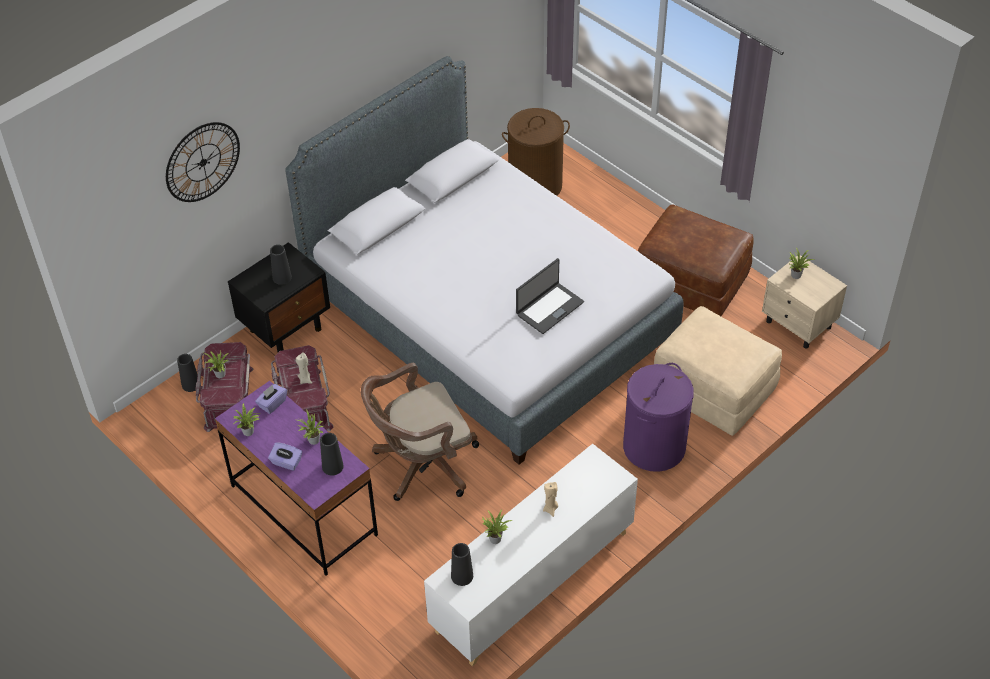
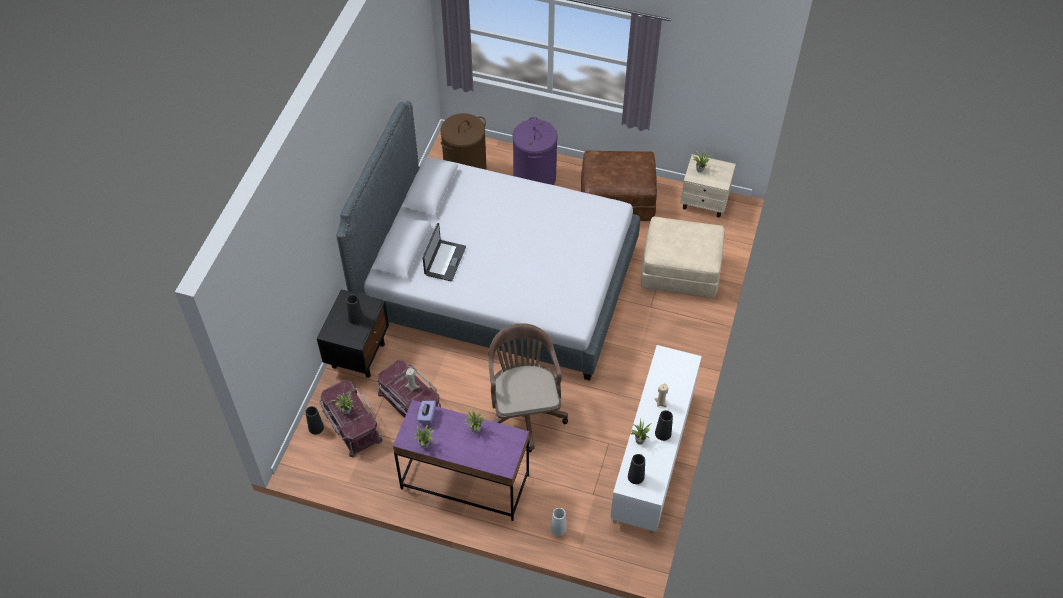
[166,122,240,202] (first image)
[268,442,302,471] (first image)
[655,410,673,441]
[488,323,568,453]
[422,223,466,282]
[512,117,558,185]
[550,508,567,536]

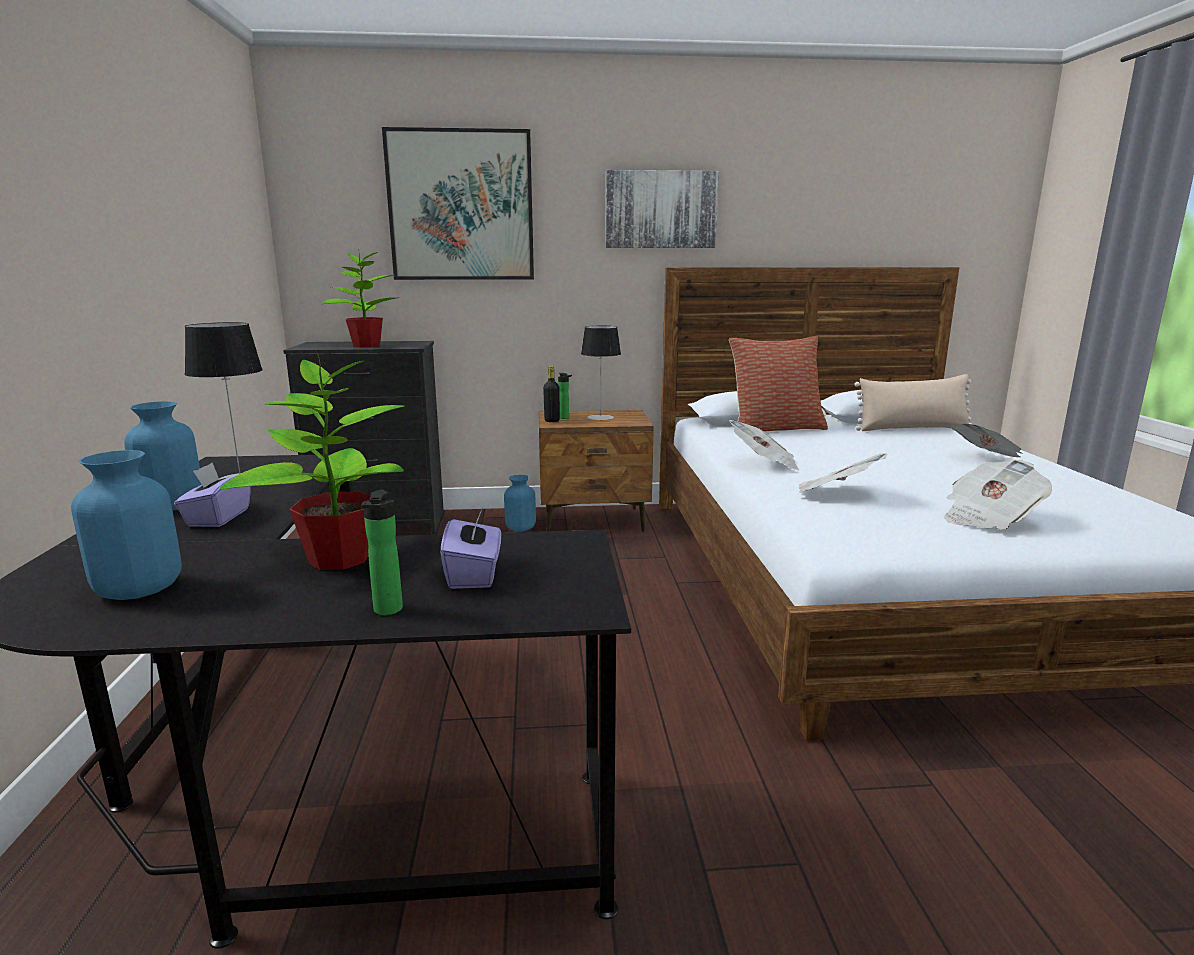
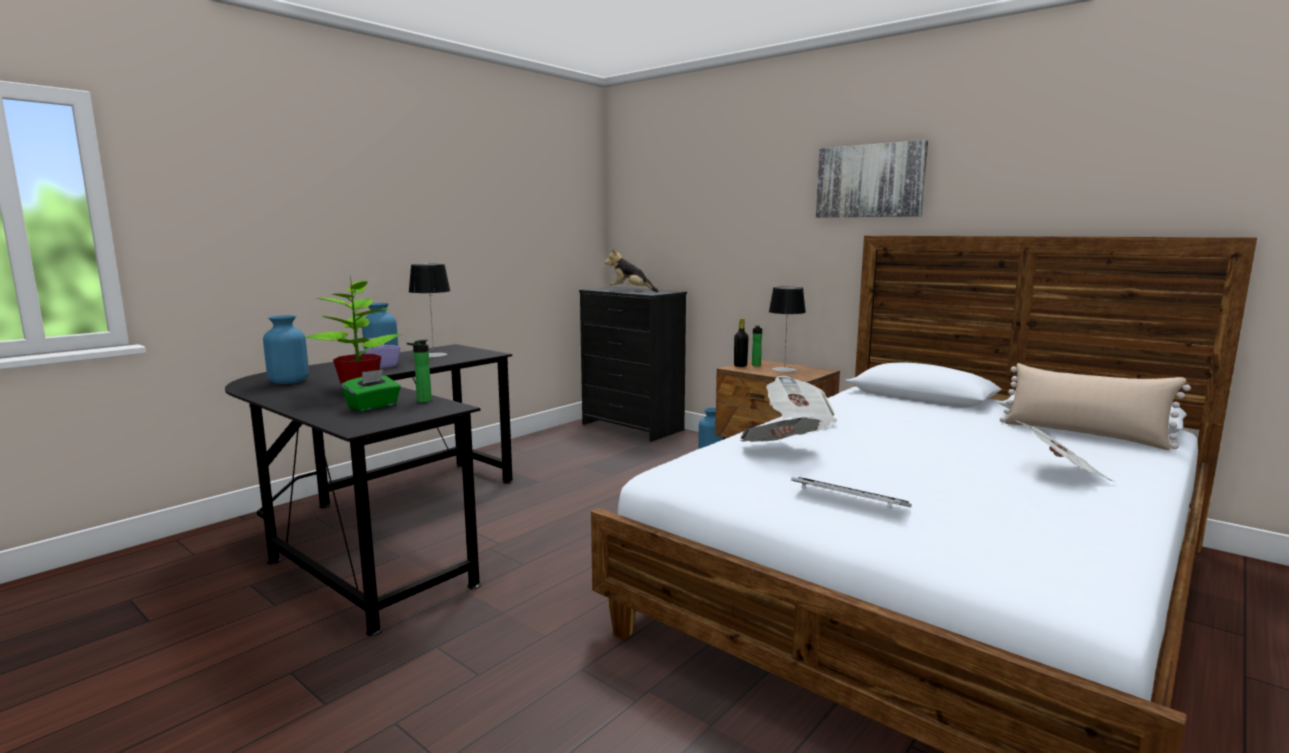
[605,249,659,292]
[407,340,432,403]
[382,127,534,280] (first image)
[341,369,401,411]
[729,336,828,431] (first image)
[791,477,911,508]

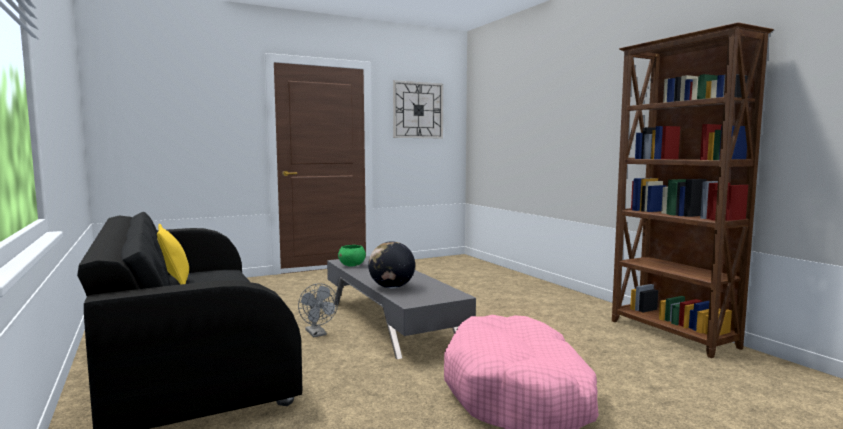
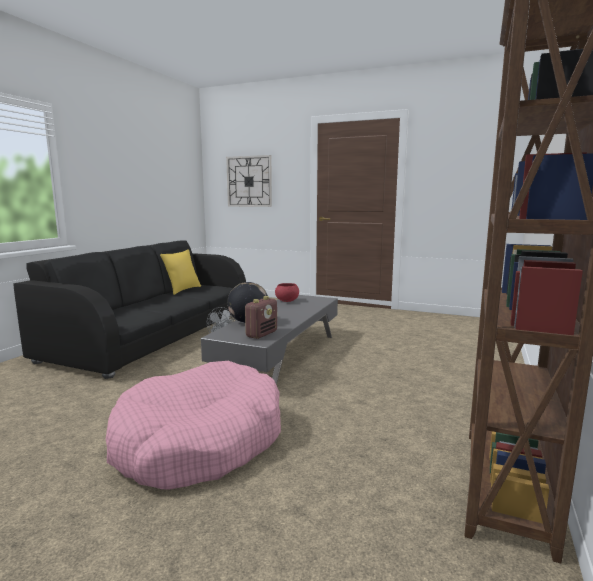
[275,283,299,302]
[226,155,272,207]
[245,296,277,339]

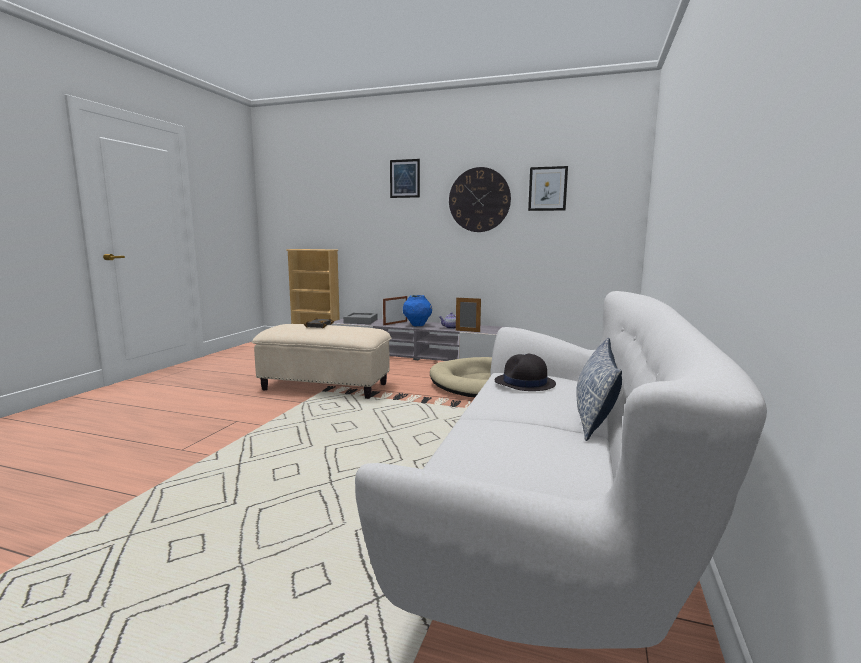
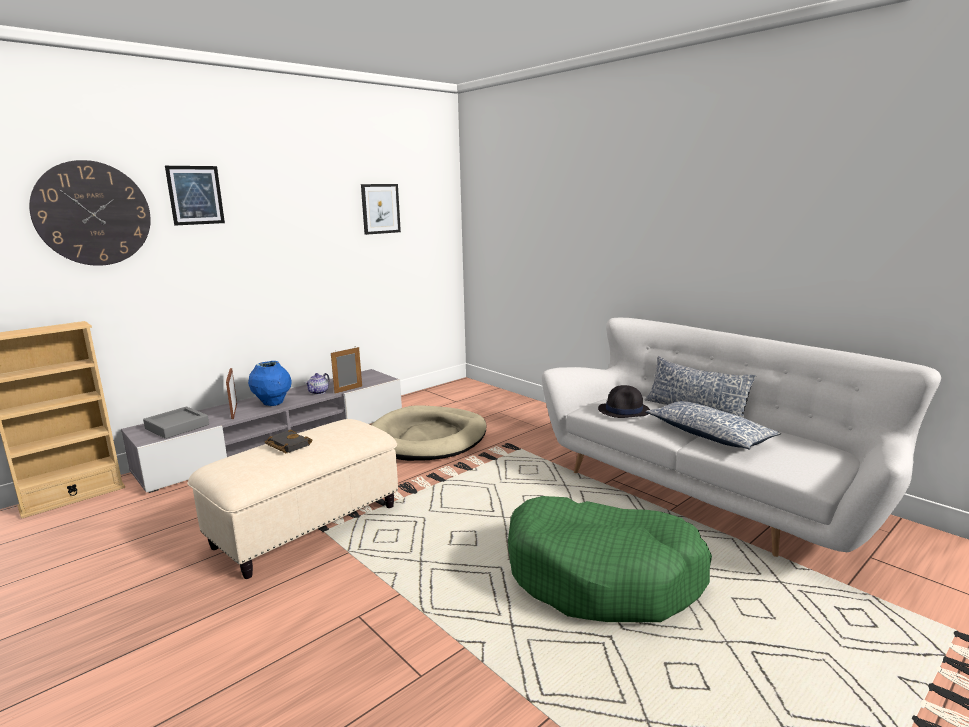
[29,160,151,266]
[508,496,712,622]
[645,401,781,450]

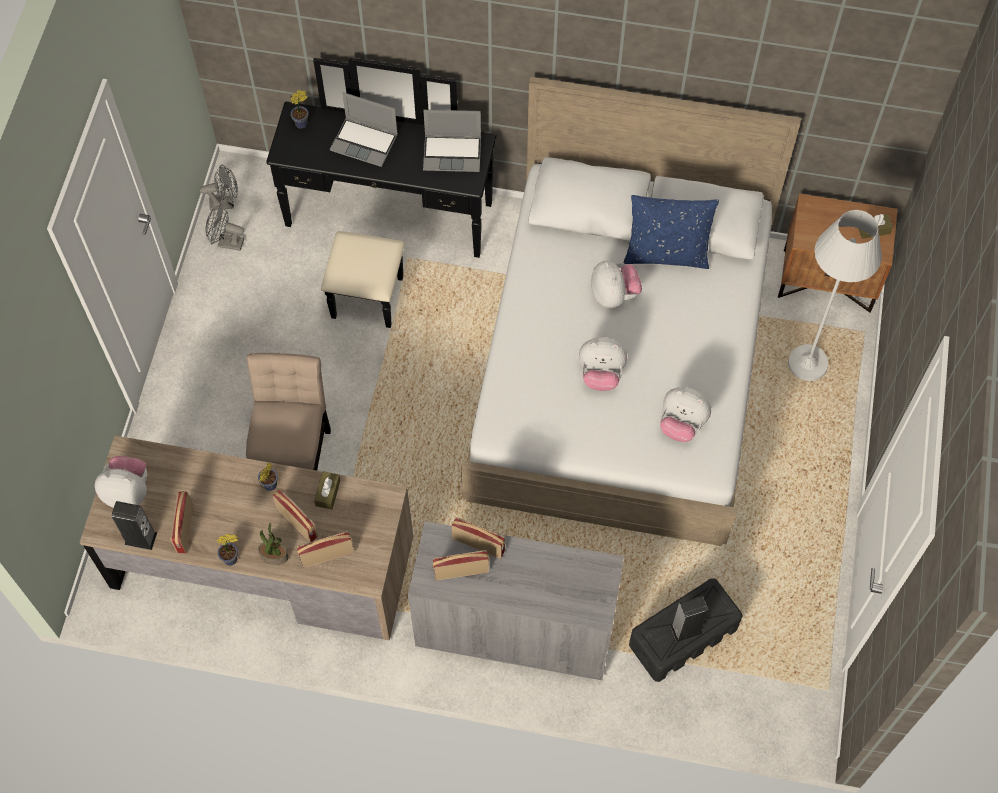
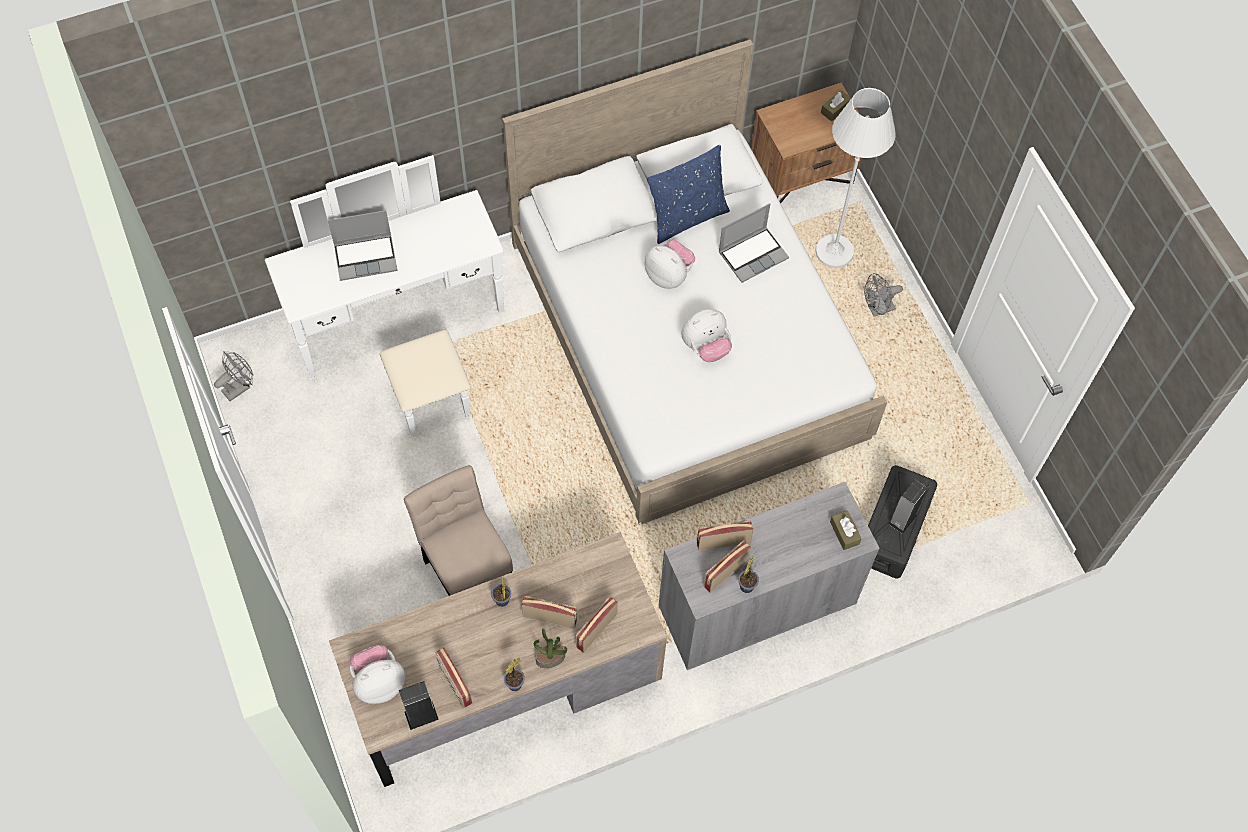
[864,273,903,317]
[265,155,504,436]
[738,557,759,593]
[830,510,861,550]
[718,203,789,283]
[660,387,711,442] (first image)

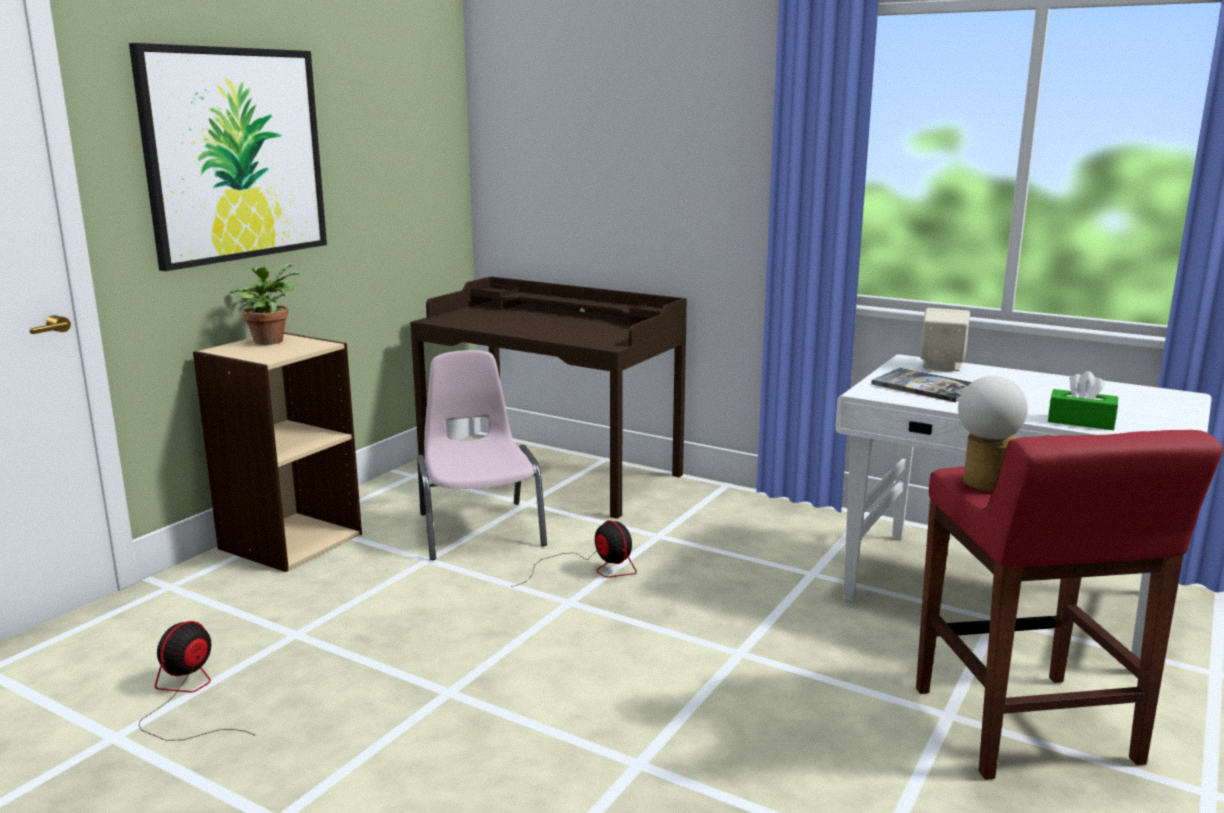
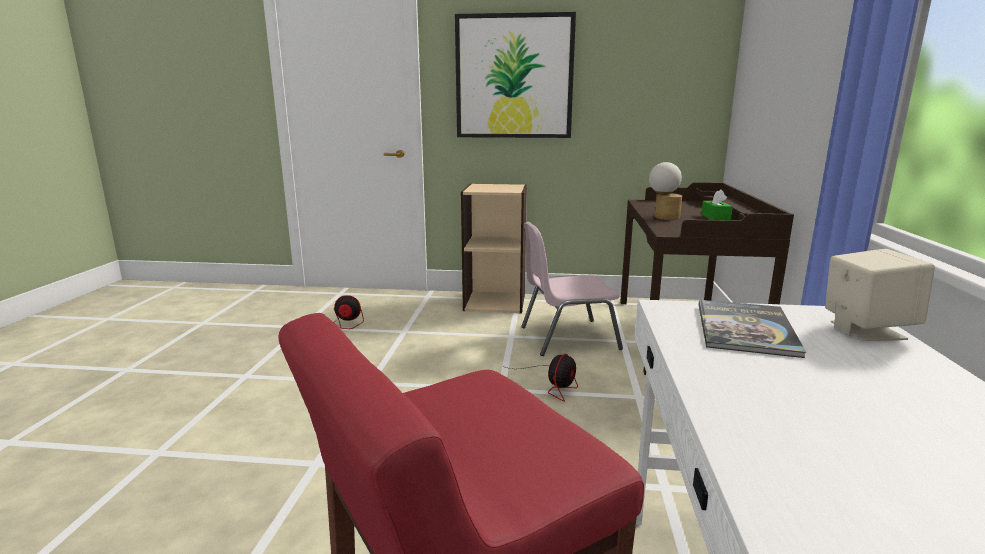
[230,264,299,345] (first image)
[521,222,623,356]
[649,162,682,220]
[701,189,733,220]

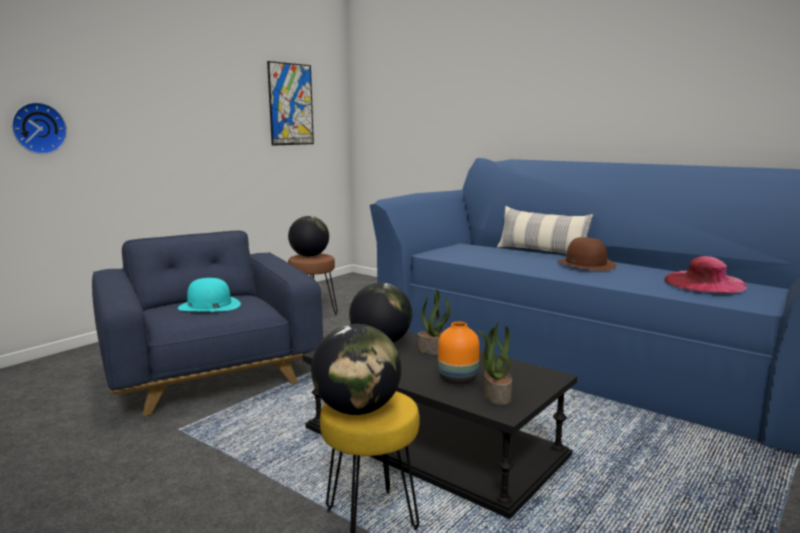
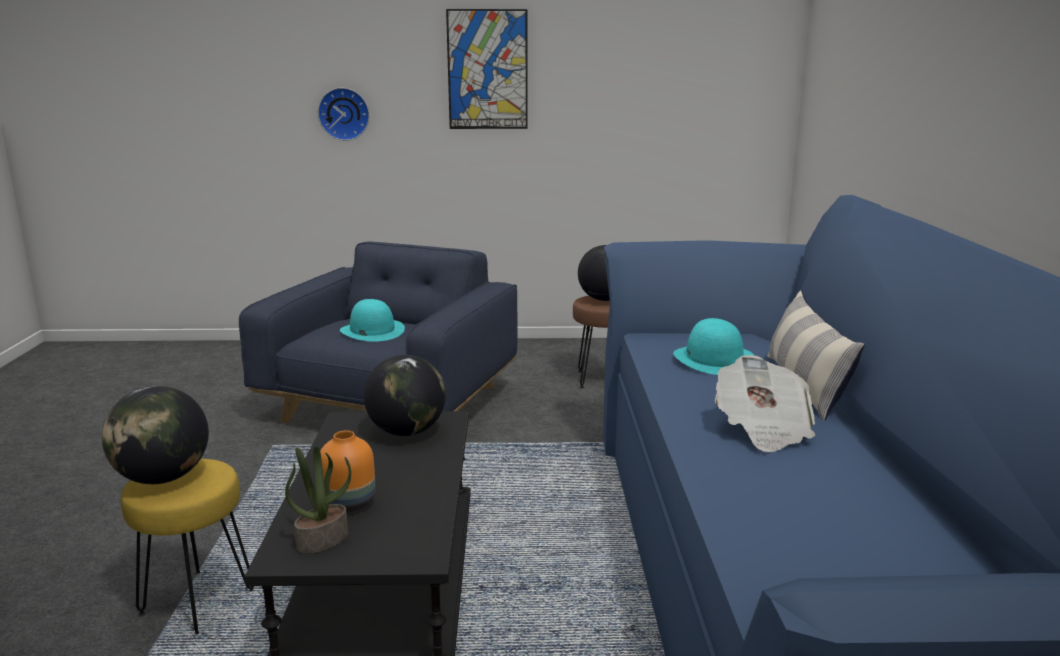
[446,9,528,129]
[418,289,450,355] (first image)
[714,355,815,452]
[664,256,747,293] (first image)
[673,318,754,375]

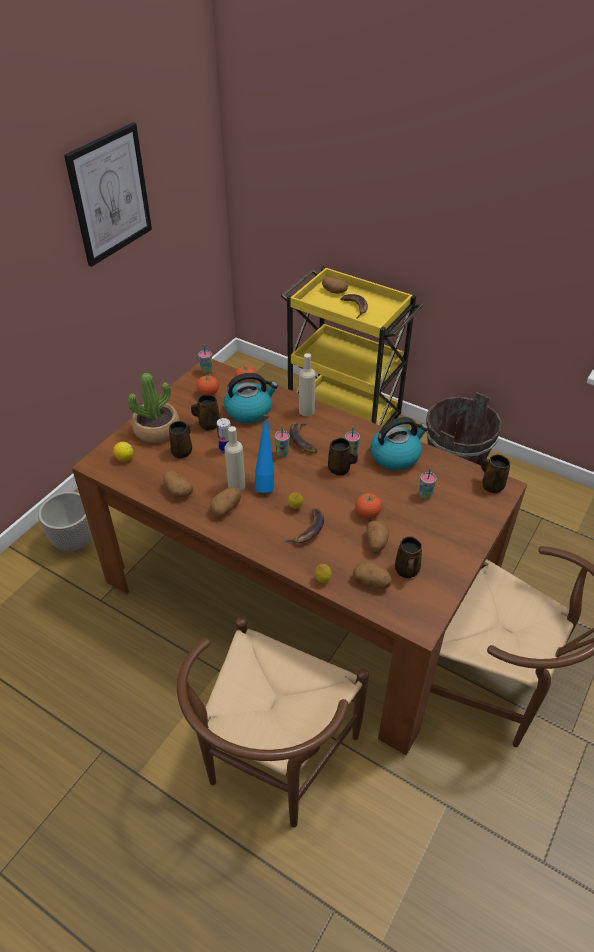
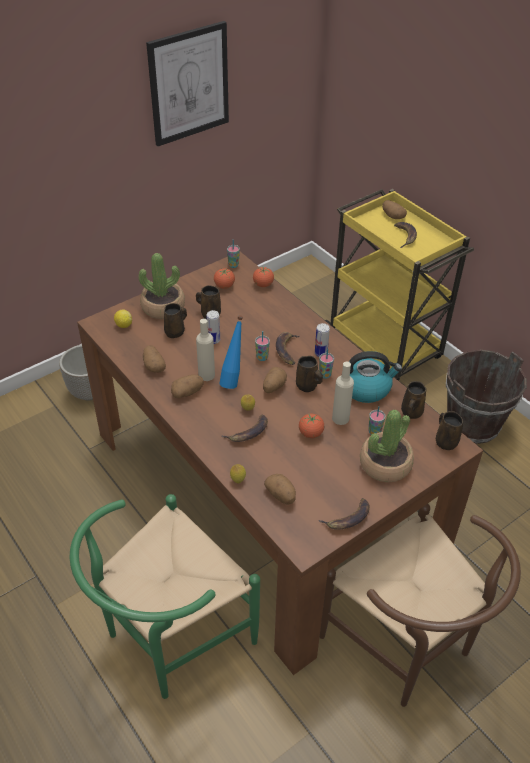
[69,494,260,699]
[224,373,278,423] (first image)
[332,362,354,425]
[263,367,287,393]
[401,381,427,419]
[315,323,330,357]
[318,498,370,530]
[360,410,414,483]

